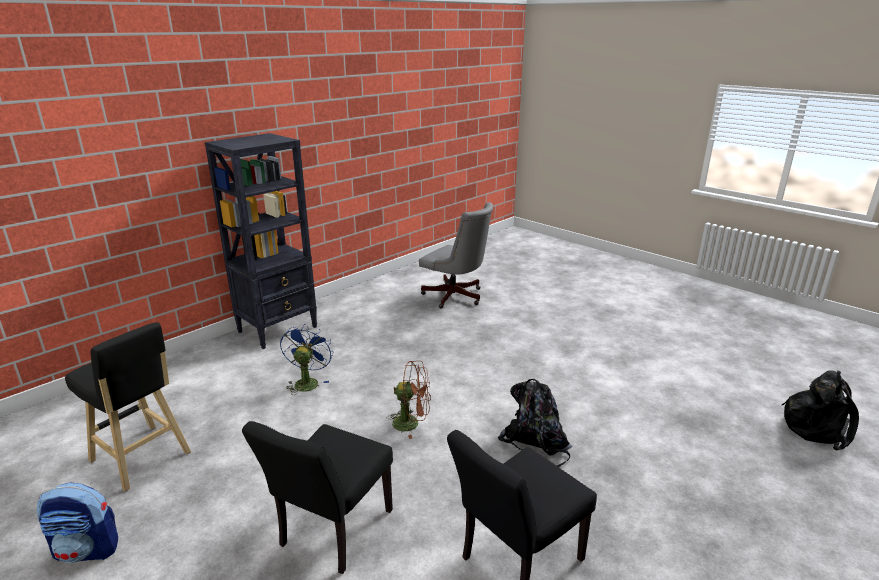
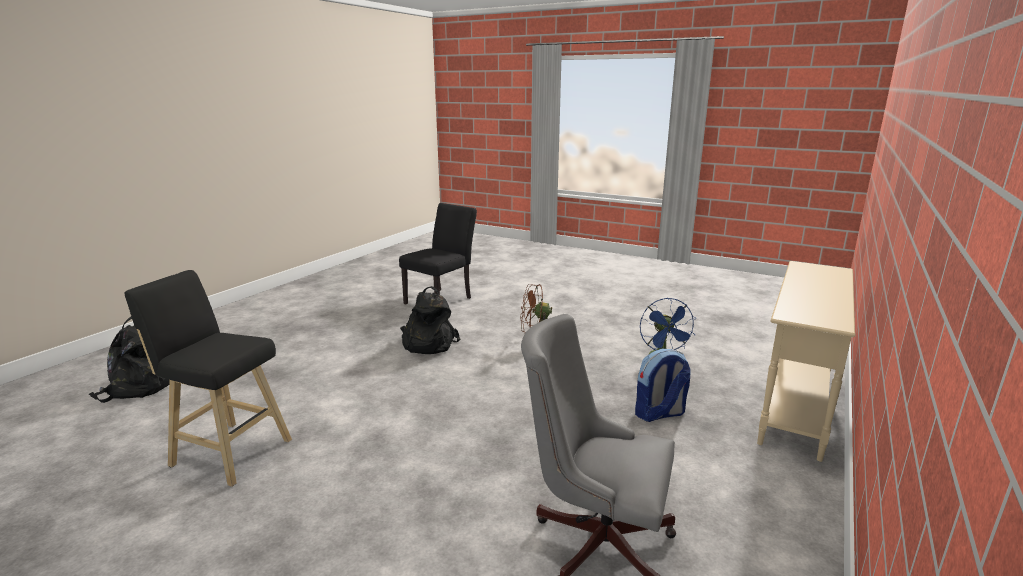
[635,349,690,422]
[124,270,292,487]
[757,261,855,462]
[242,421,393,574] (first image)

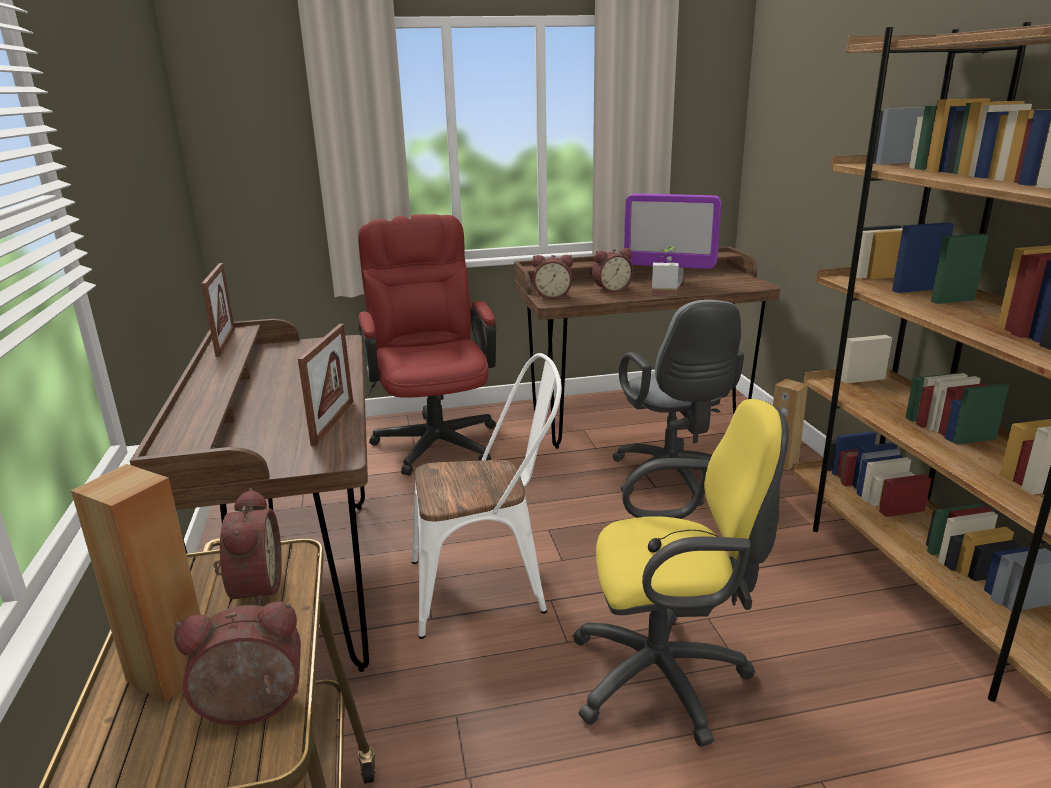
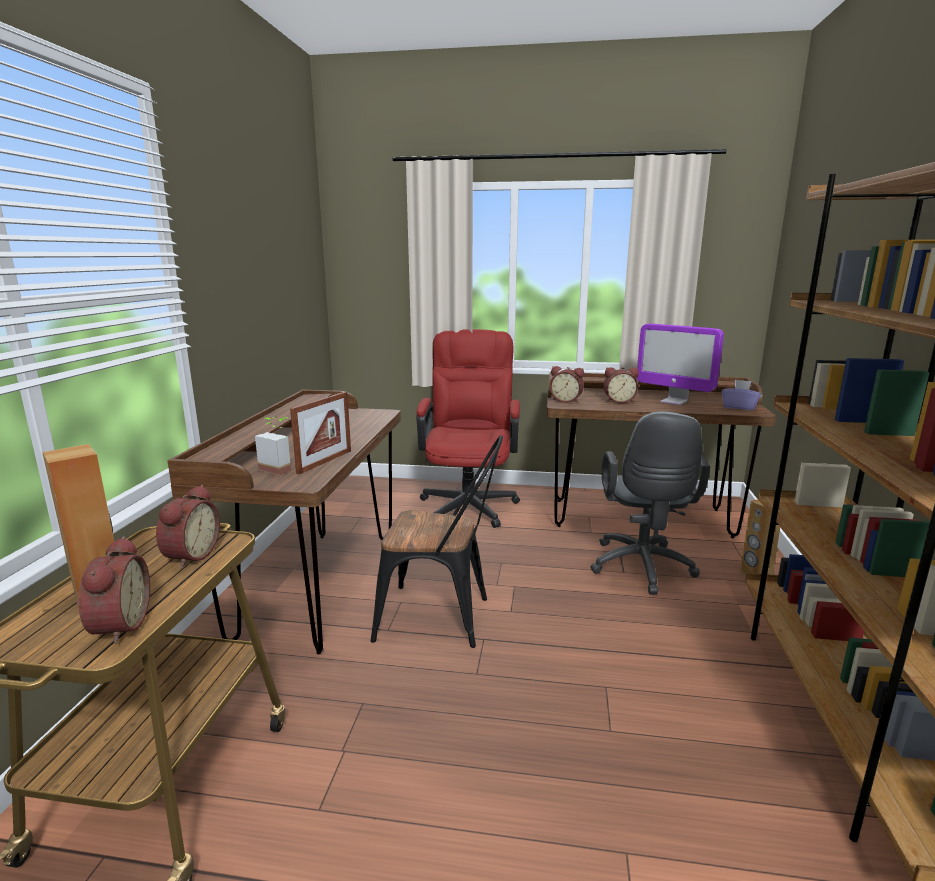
[77,537,150,644]
[201,263,235,357] (first image)
[371,435,503,648]
[572,399,789,747] (first image)
[255,417,291,475]
[722,380,761,410]

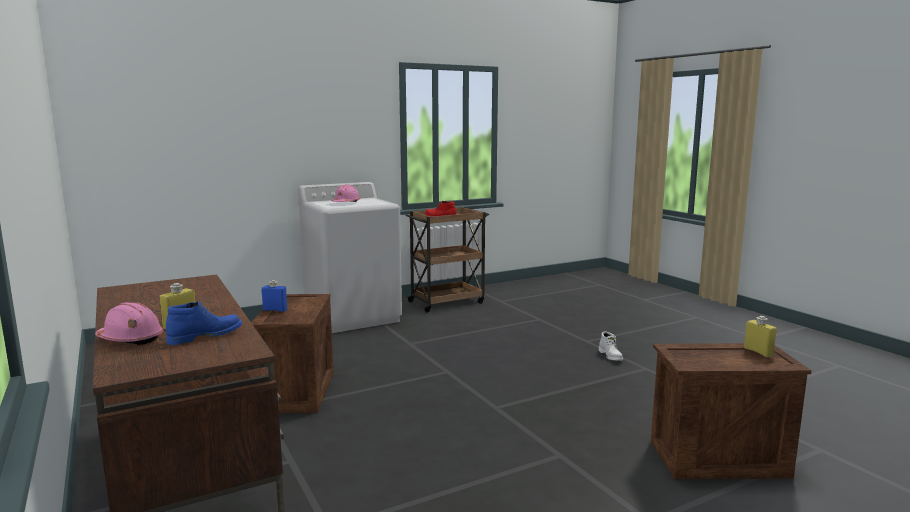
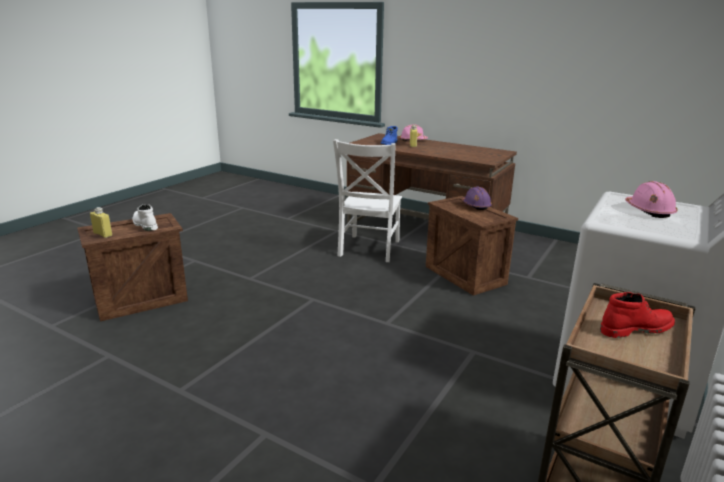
[462,186,492,210]
[133,204,158,231]
[333,139,402,262]

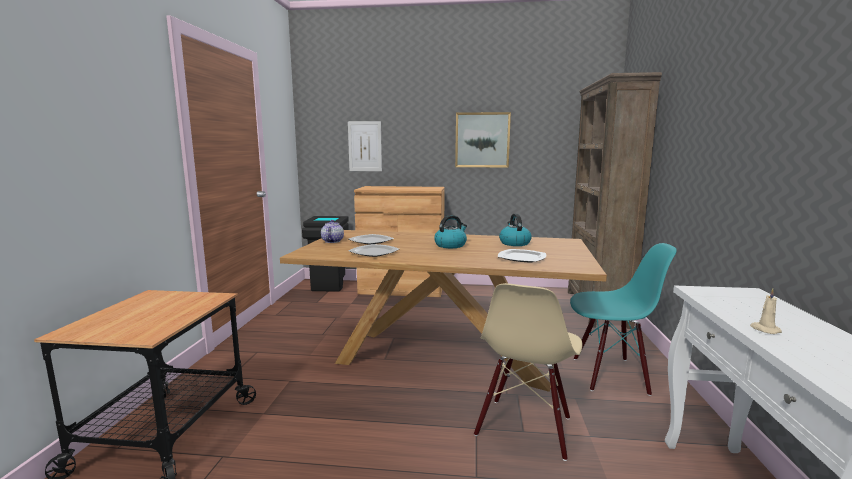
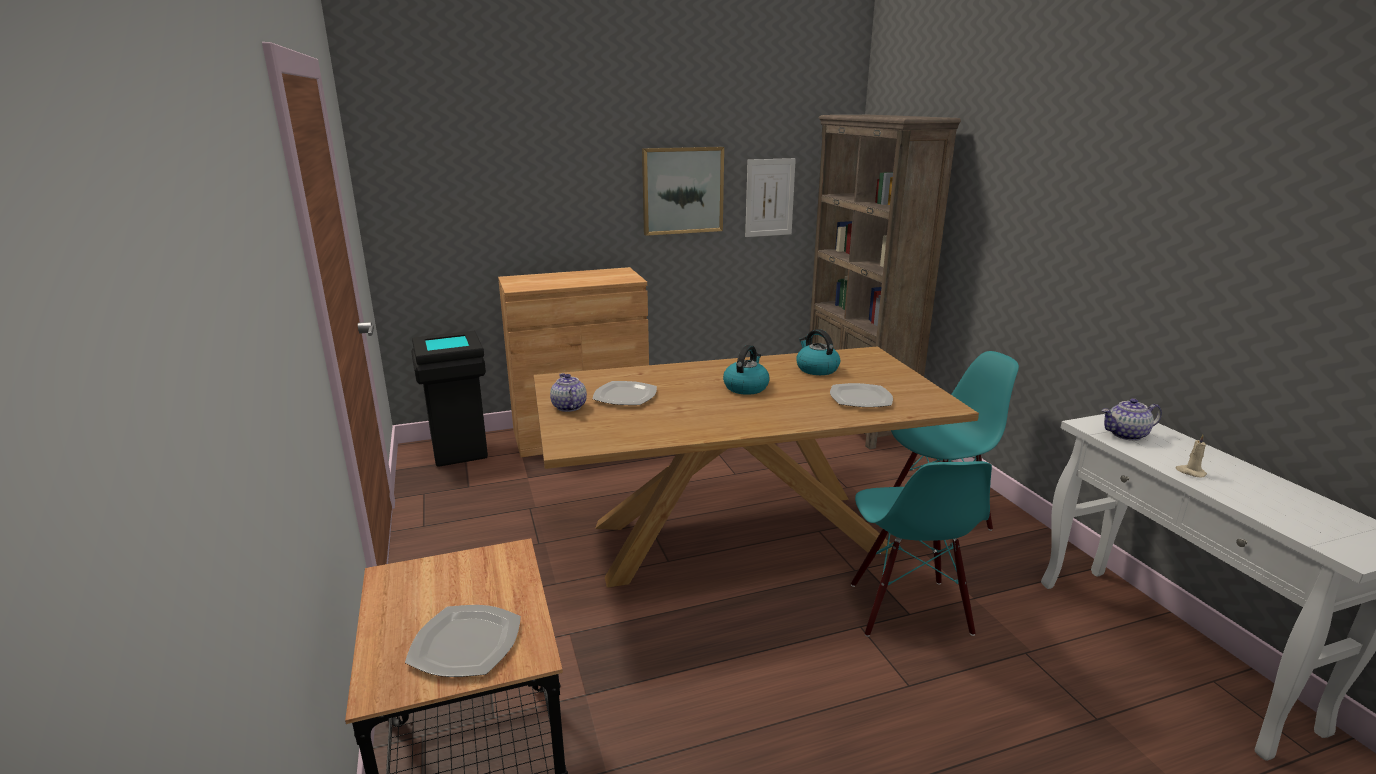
[745,158,796,237]
[405,605,521,677]
[851,461,992,637]
[1101,399,1162,441]

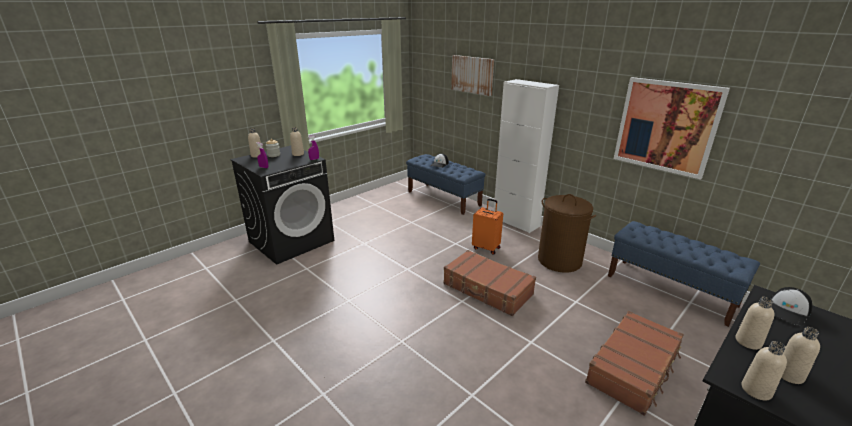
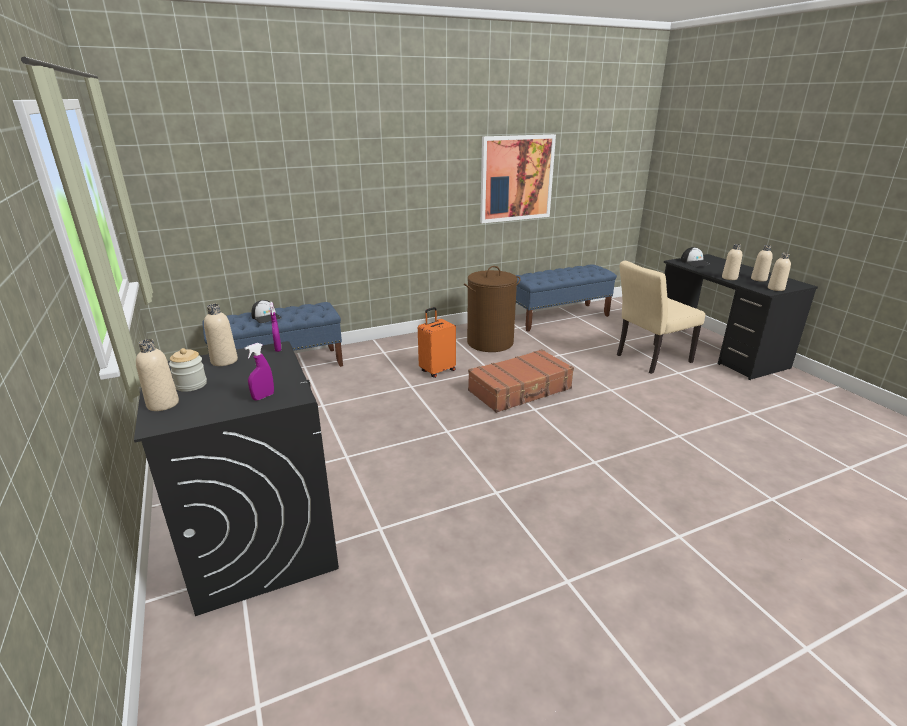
[451,55,494,96] (first image)
[494,79,559,233] (first image)
[617,261,705,374]

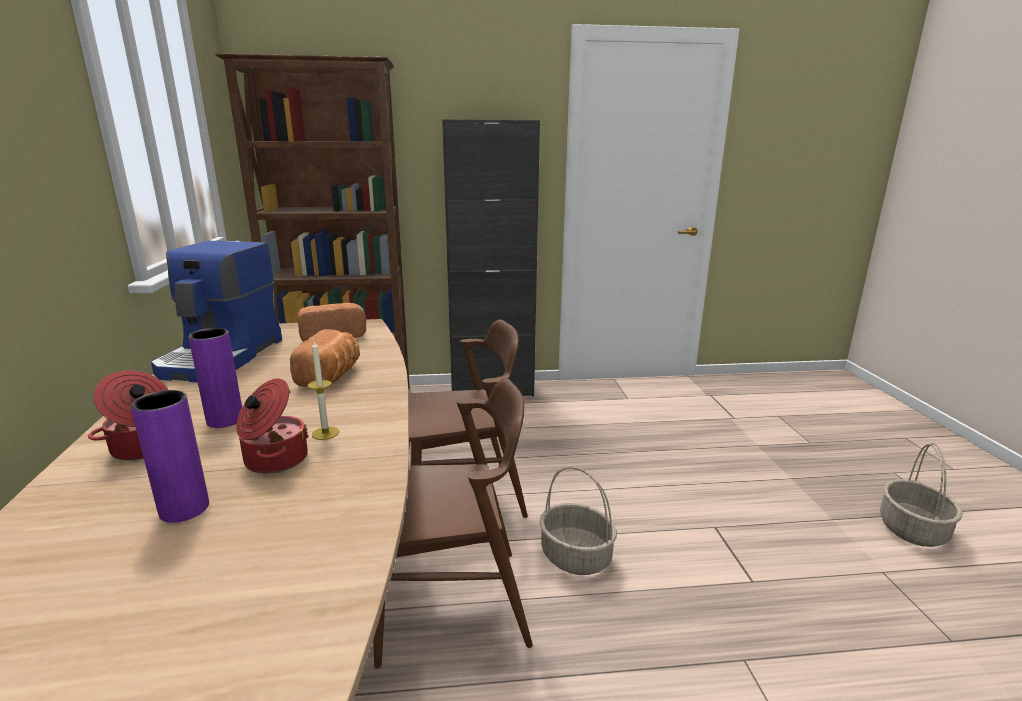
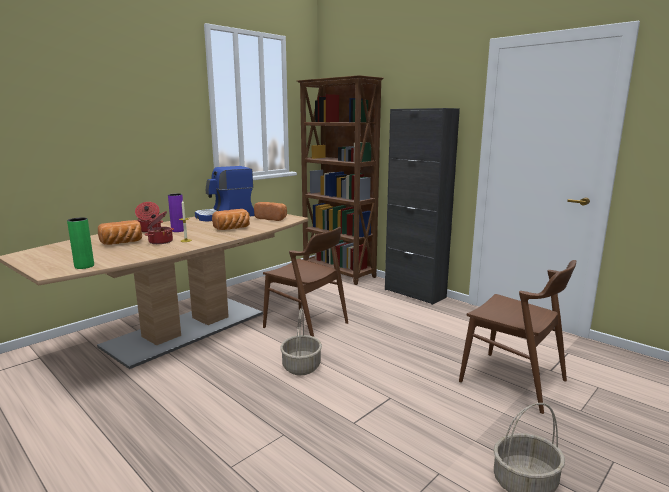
[98,220,142,245]
[459,260,576,414]
[67,218,94,269]

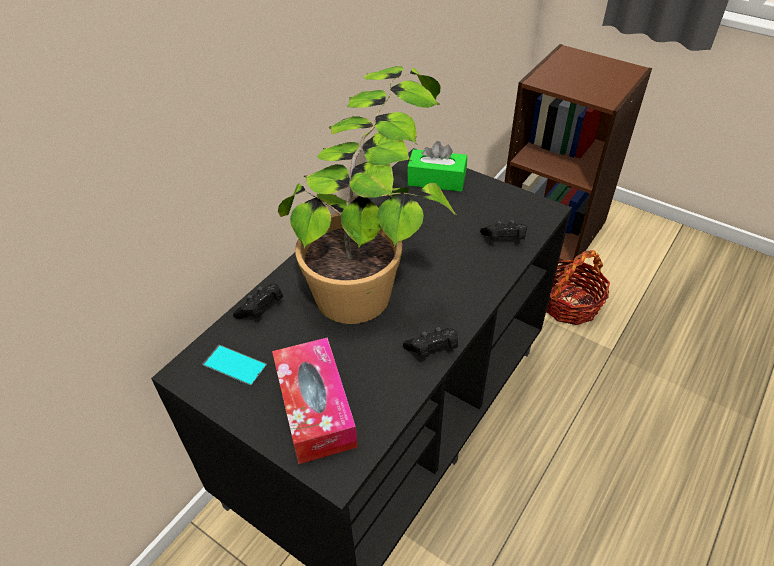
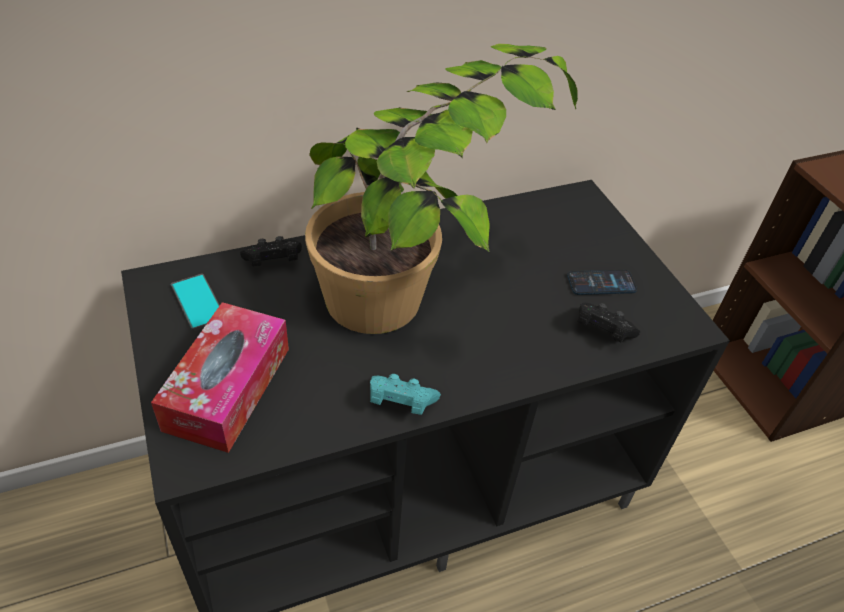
[370,374,441,415]
[407,141,467,192] (first image)
[546,250,610,325] (first image)
[567,270,637,295]

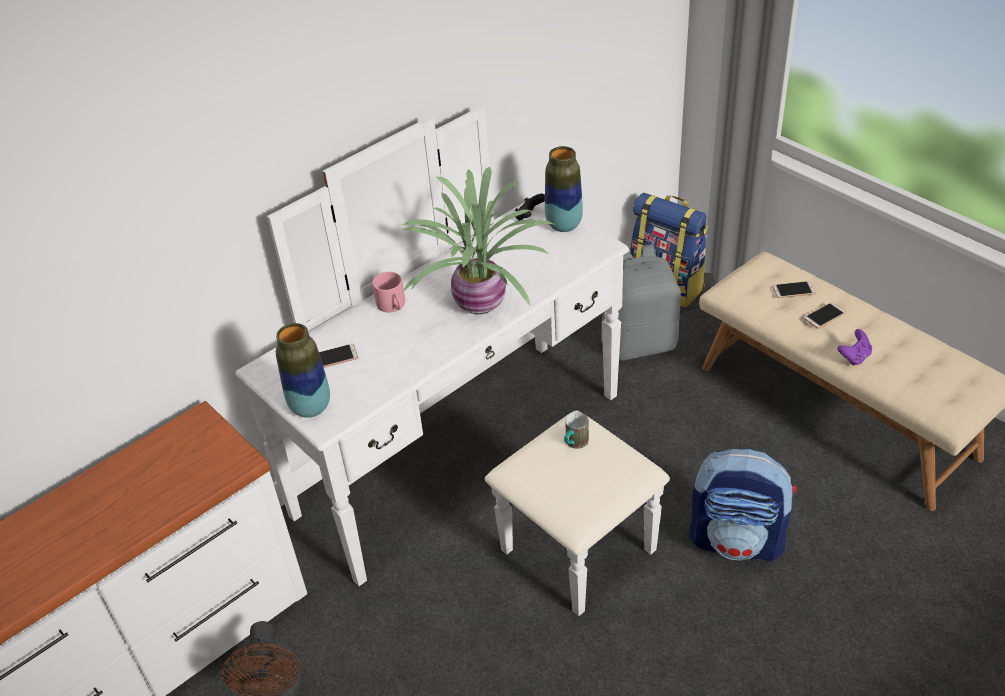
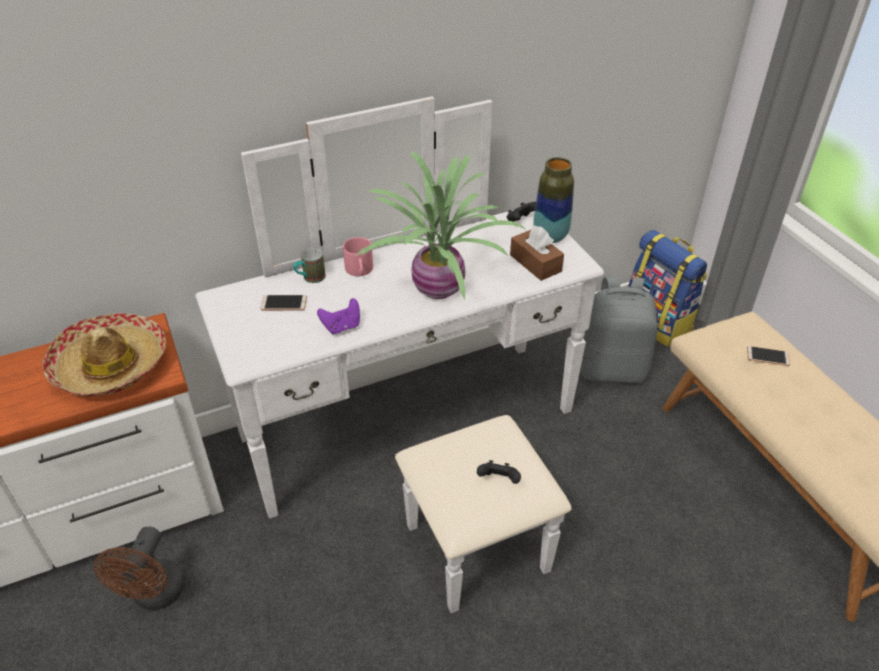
[276,323,330,418] (first image)
[294,247,326,283]
[689,448,797,562] (first image)
[804,302,846,329] (first image)
[317,298,360,334]
[42,313,166,397]
[477,460,521,484]
[510,225,564,281]

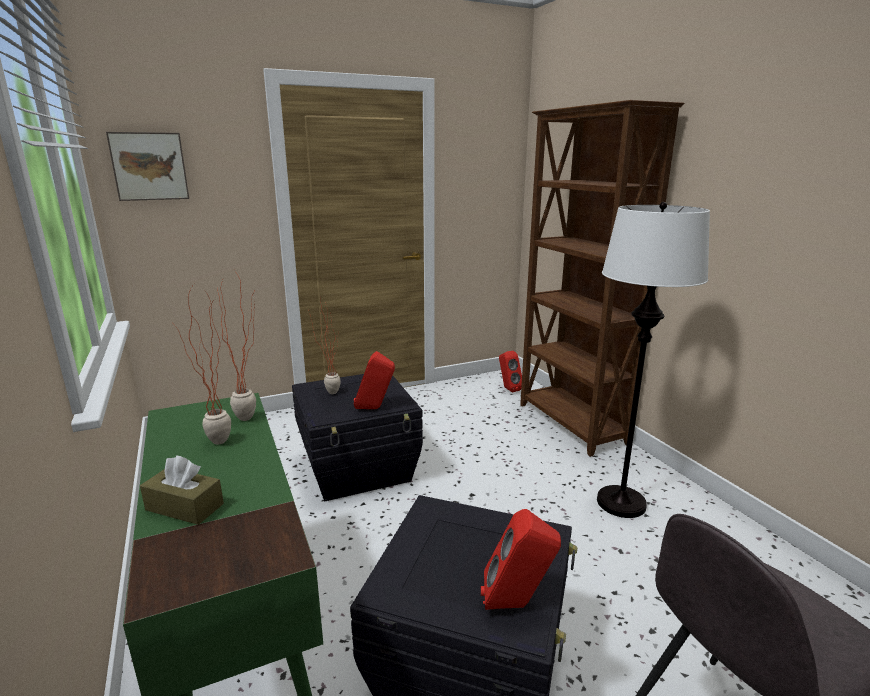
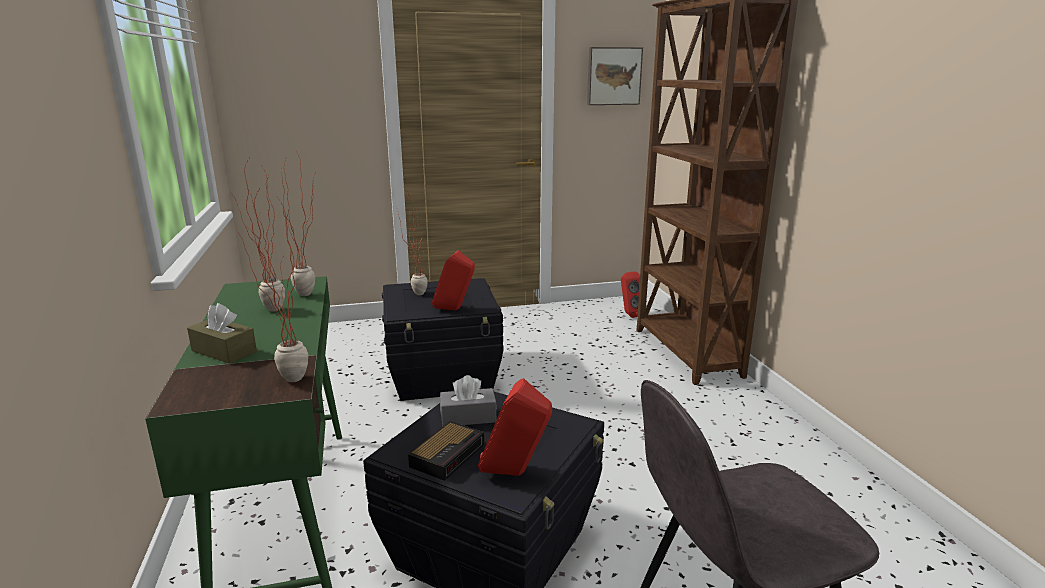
[587,47,643,105]
[597,202,710,518] (first image)
[236,187,308,382]
[408,421,485,481]
[440,375,497,427]

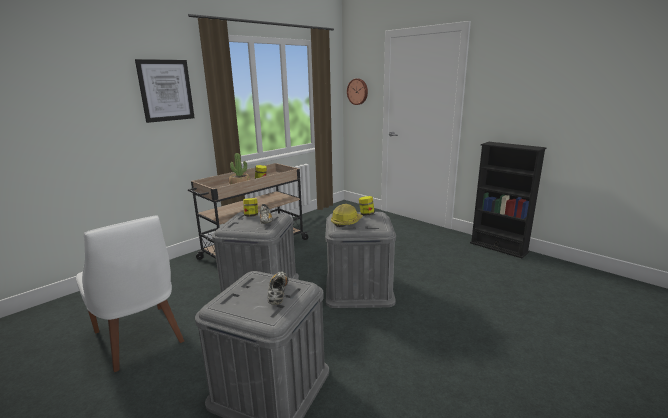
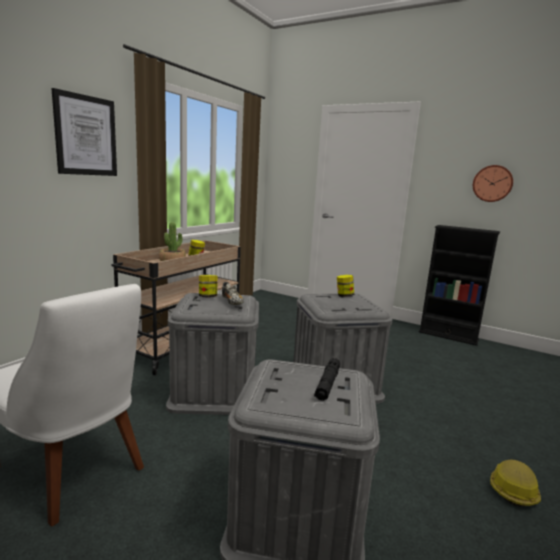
[314,358,340,401]
[490,460,541,507]
[473,165,513,202]

